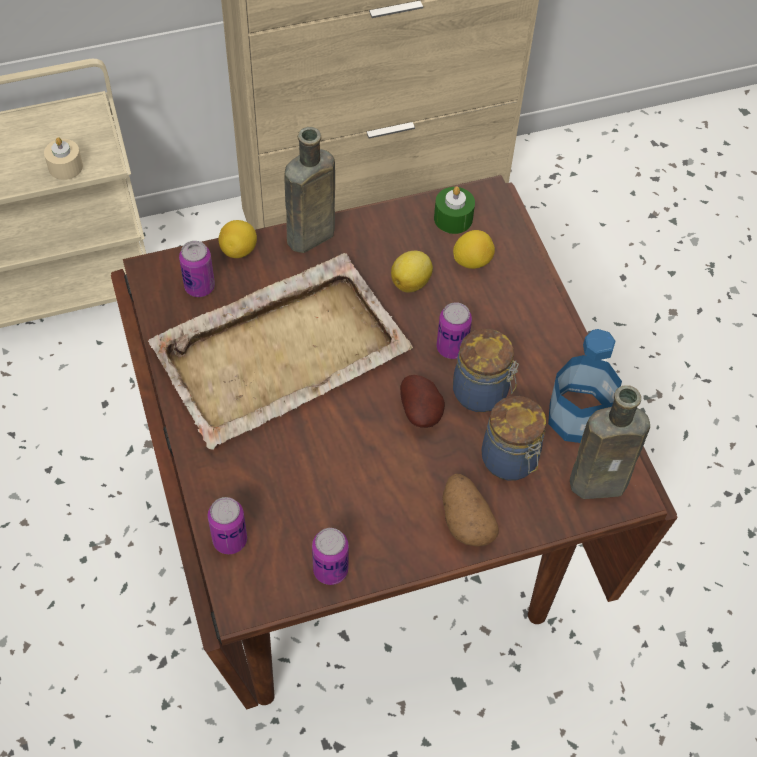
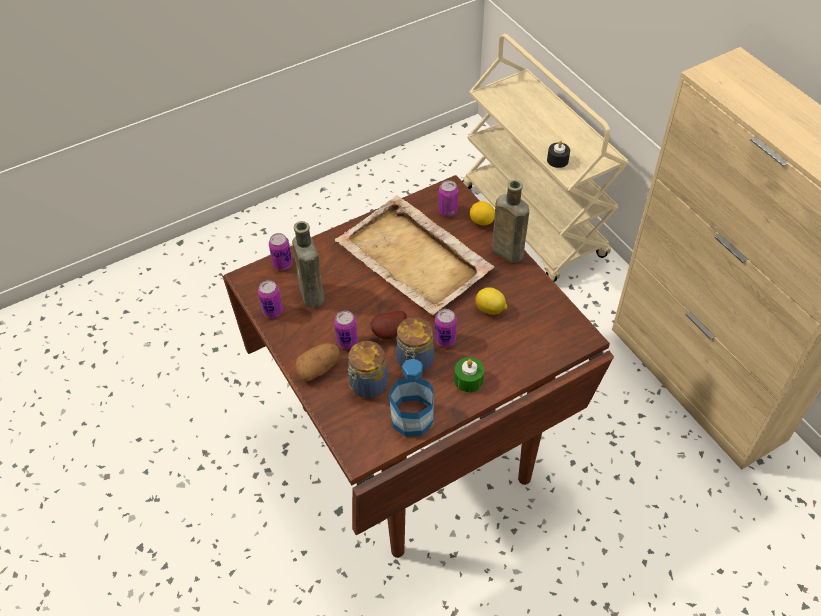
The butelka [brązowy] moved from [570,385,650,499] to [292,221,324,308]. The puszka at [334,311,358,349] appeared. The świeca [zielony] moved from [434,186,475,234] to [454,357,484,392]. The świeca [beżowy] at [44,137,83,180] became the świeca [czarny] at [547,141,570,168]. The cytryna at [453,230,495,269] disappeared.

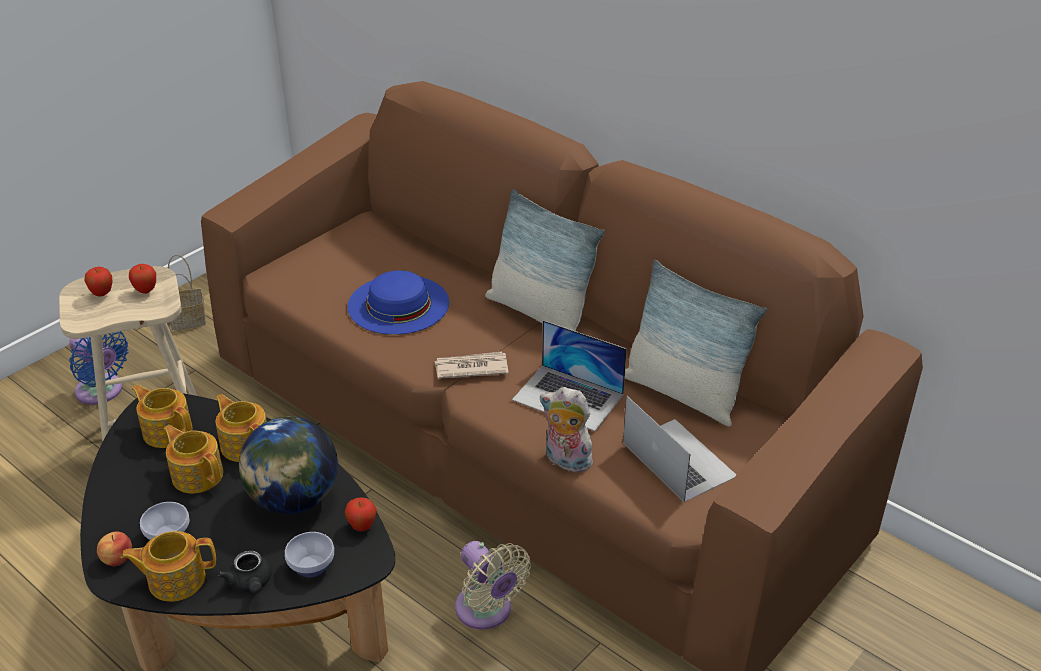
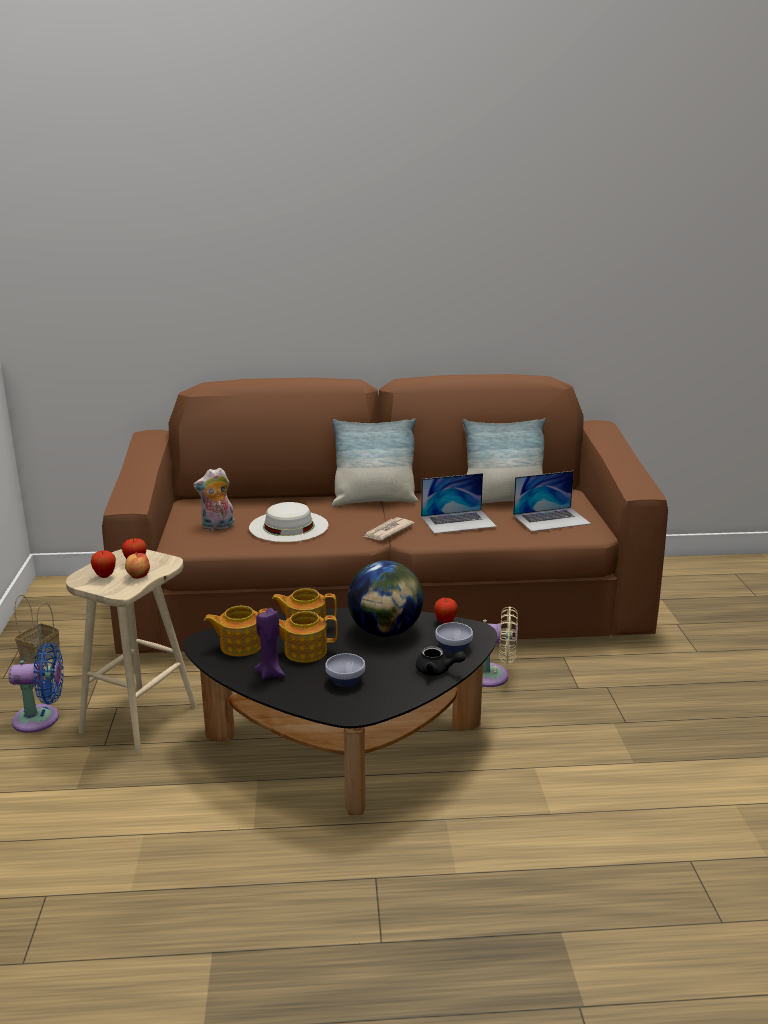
The jabłko moved from [97,531,132,566] to [125,552,150,579]. The pluszak moved from [540,387,595,472] to [193,467,234,531]. The kapelusz [niebieski] at [348,270,449,335] became the kapelusz [biały] at [249,502,328,542]. The świeca [fioletowy] at [255,608,285,680] appeared. The laptop at [623,396,736,502] turned 150 degrees clockwise. The imbryk at [121,531,216,602] disappeared.

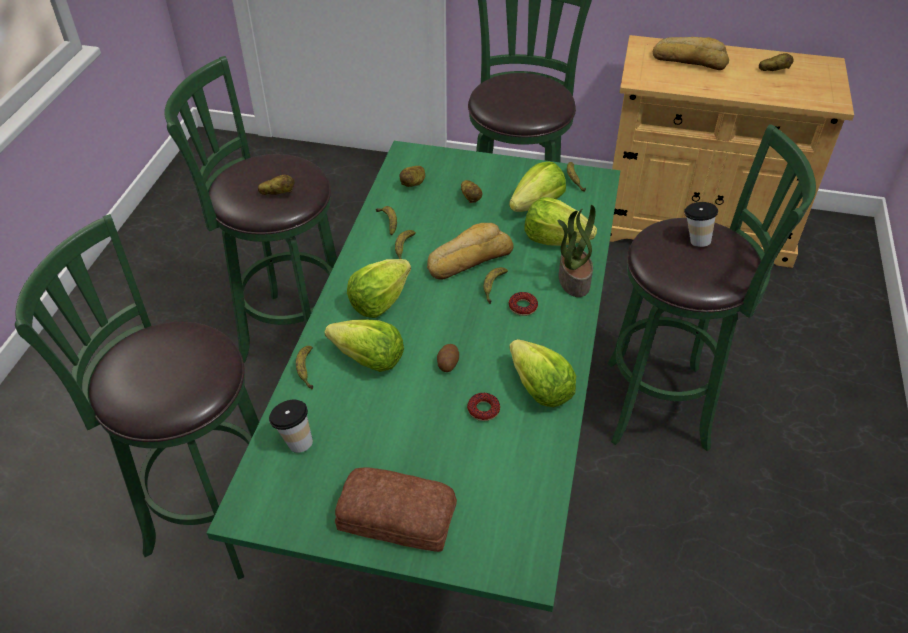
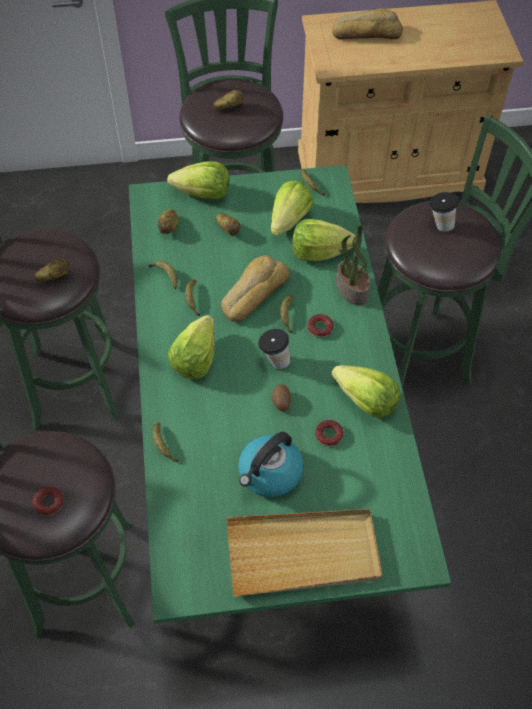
The donut at [33,486,64,516] appeared. The sałata moved from [324,320,404,372] to [167,161,230,199]. The ziemniak moved from [759,53,794,71] to [213,90,244,111]. The chleb at [335,467,457,552] was replaced by the taca [beżowy] at [226,509,382,597]. The czajnik at [238,432,304,497] appeared. The filiżanka moved from [269,400,313,453] to [258,329,290,369].

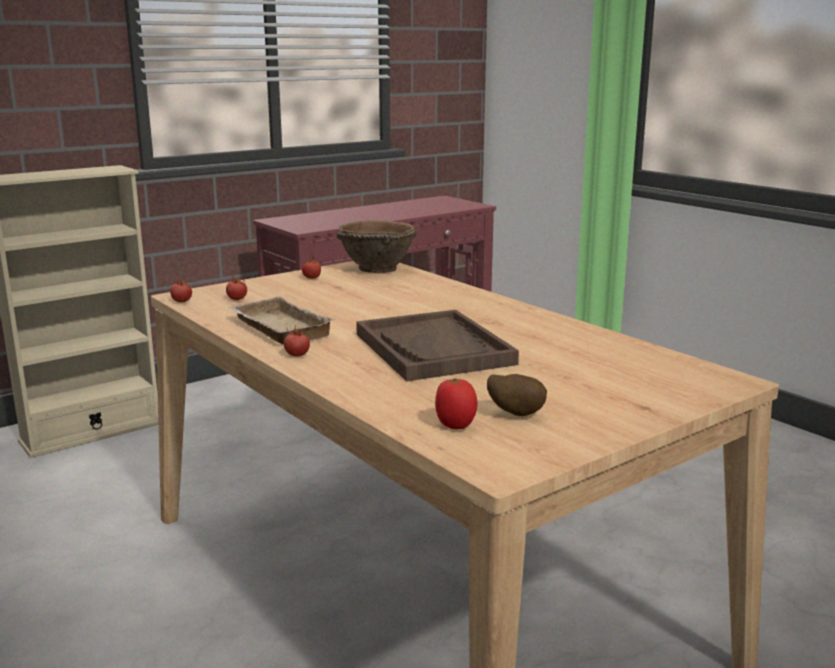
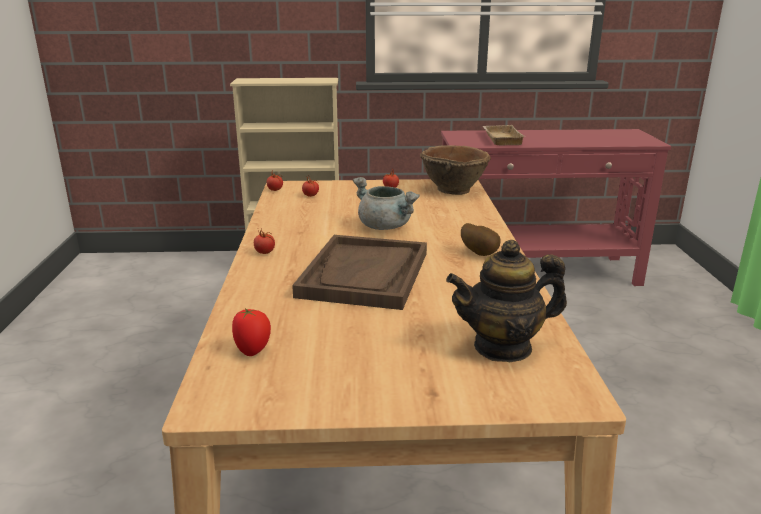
The garnek [szary] at [353,177,420,230] appeared. The imbryk at [446,240,567,362] appeared. The ziemniak moved from [487,374,547,416] to [461,223,501,256]. The taca [beżowy] moved from [228,296,335,344] to [482,125,524,146].

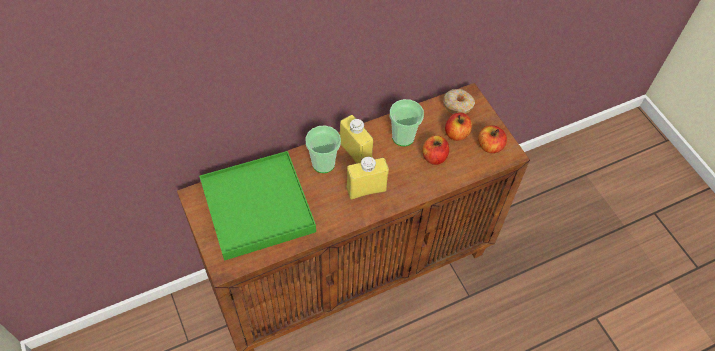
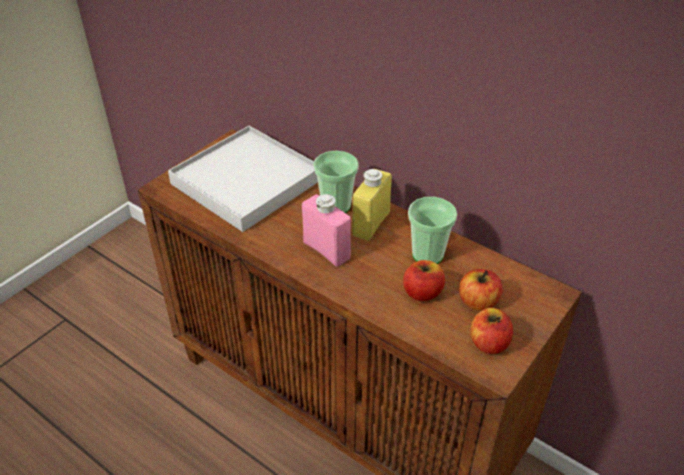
The taca [zielony] at [199,151,316,261] became the taca [biały] at [168,126,318,232]. The butelka [żółty] at [347,157,389,199] became the butelka [różowy] at [302,194,351,267]. The donut at [443,89,475,114] disappeared.

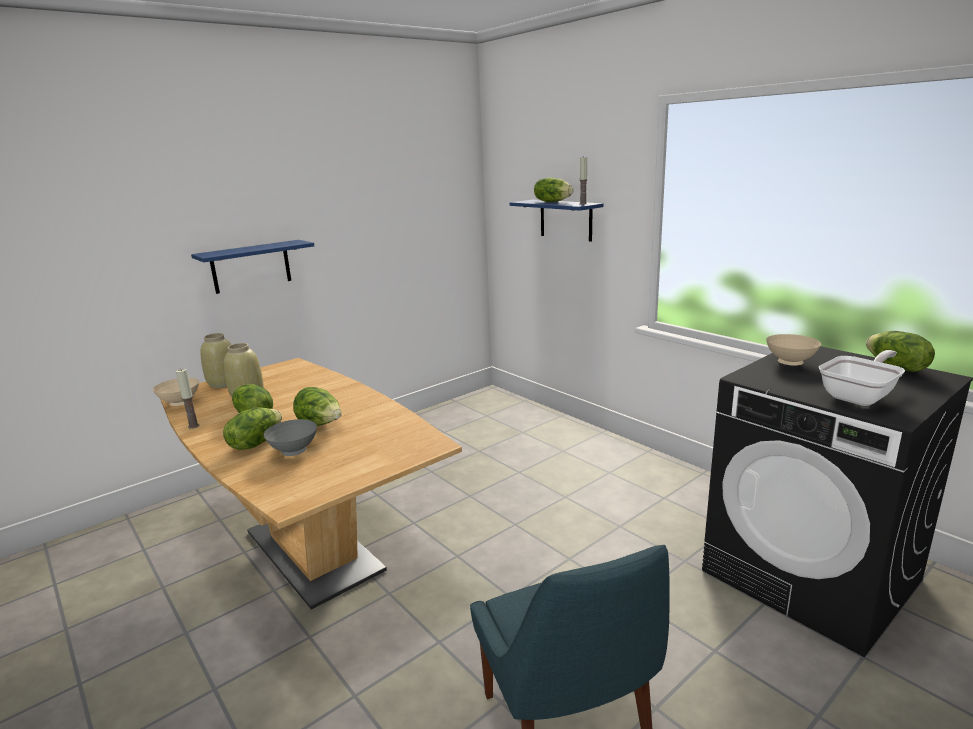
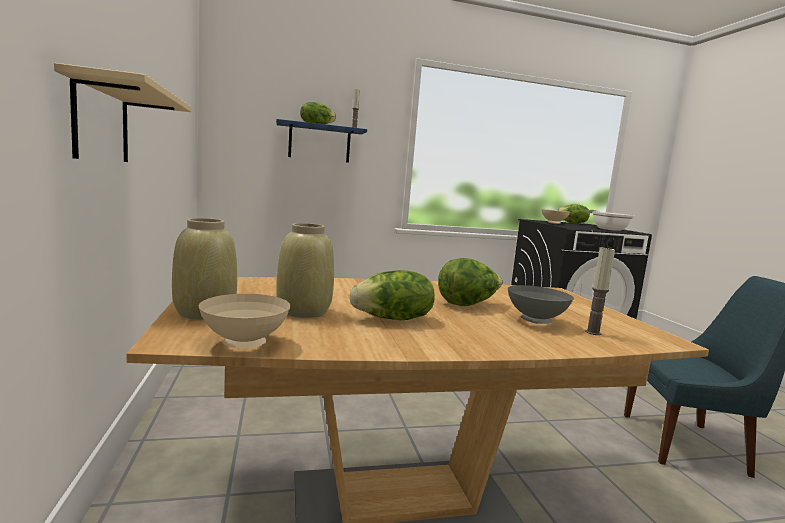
The półka [niebieski] at [191,240,314,294] became the półka [beżowy] at [54,63,191,162]. The świeca moved from [176,369,199,429] to [585,246,615,335]. The sałata at [223,407,282,450] disappeared.

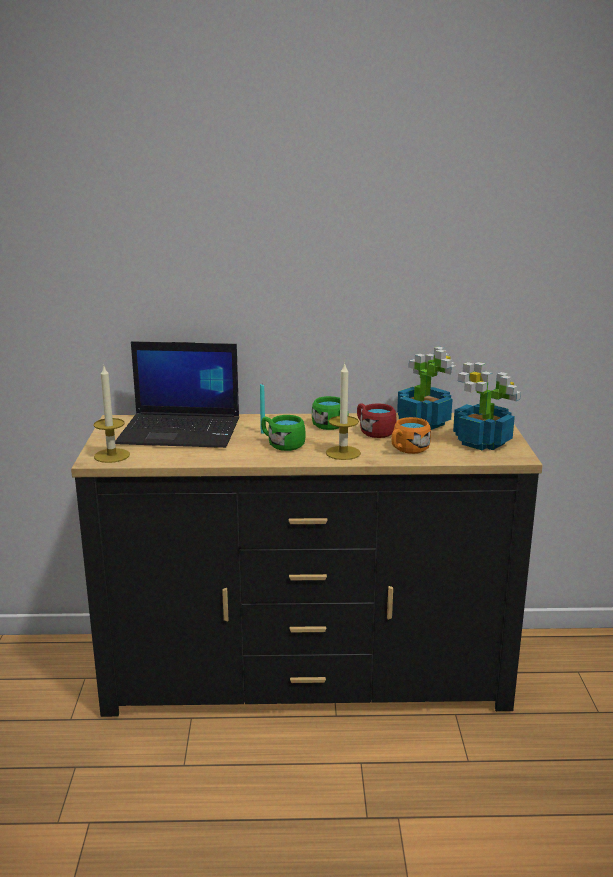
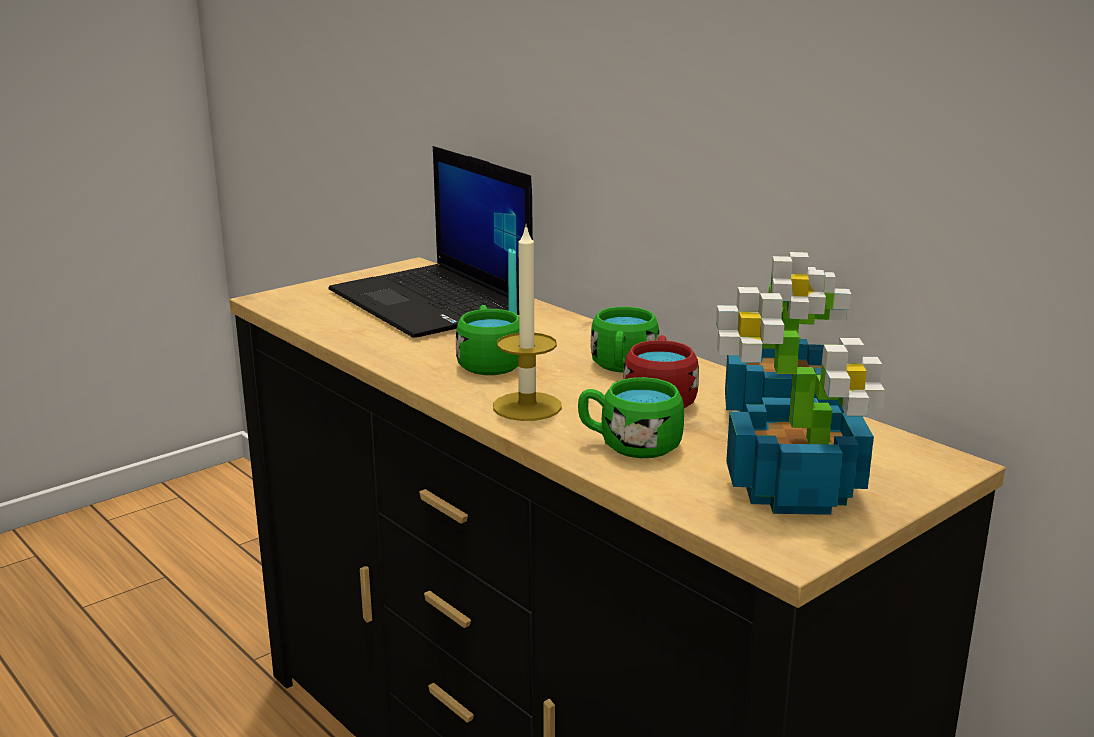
The kubek [pomarańczowy] at [391,417,431,454] became the kubek [zielony] at [578,377,684,458]. The świeca at [94,366,130,463] disappeared.

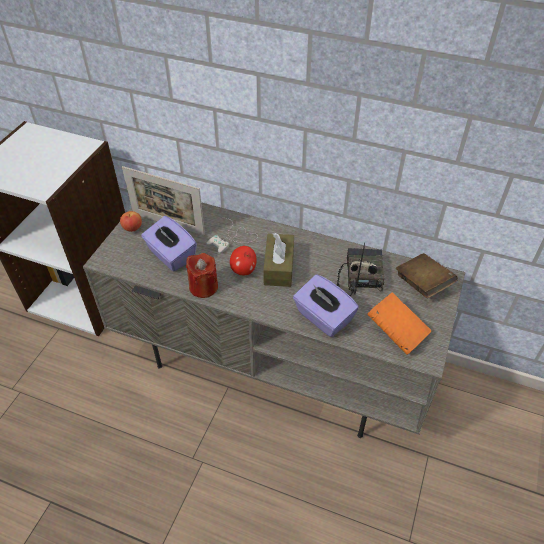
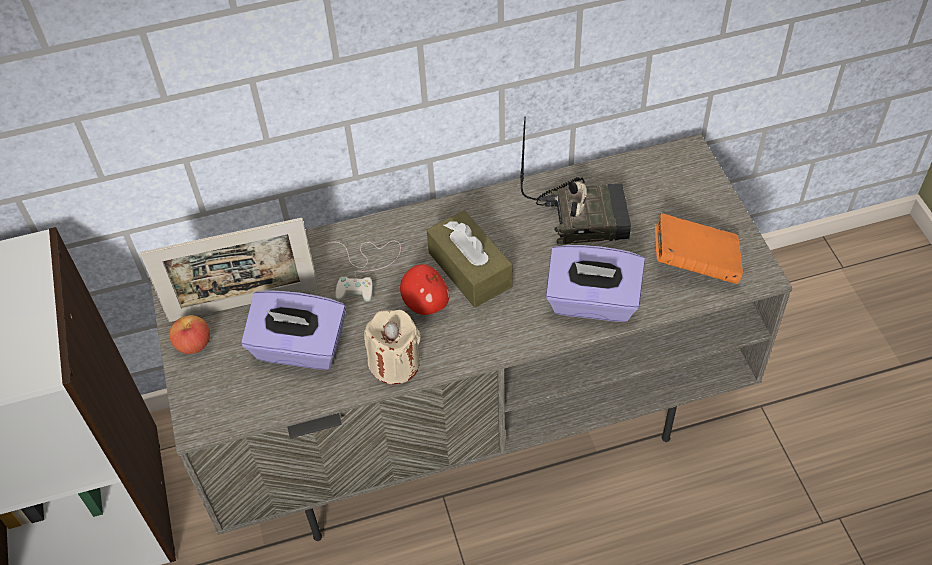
The świeca [czerwony] at [186,253,218,298] became the świeca [beżowy] at [364,310,421,384]. The radio at [337,243,384,296] turned 120 degrees clockwise. The książka [brązowy] at [396,253,458,298] disappeared.

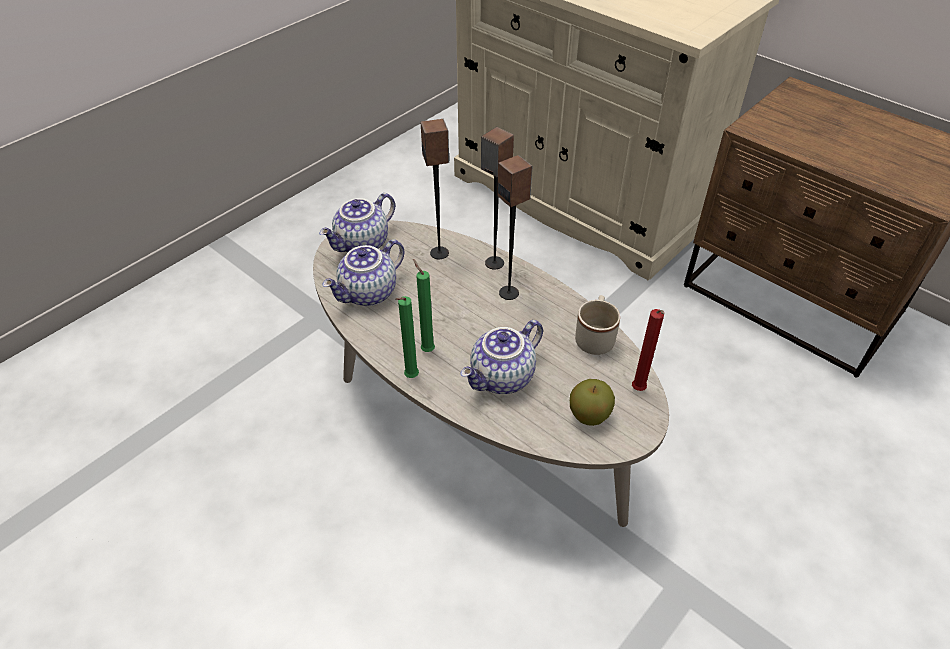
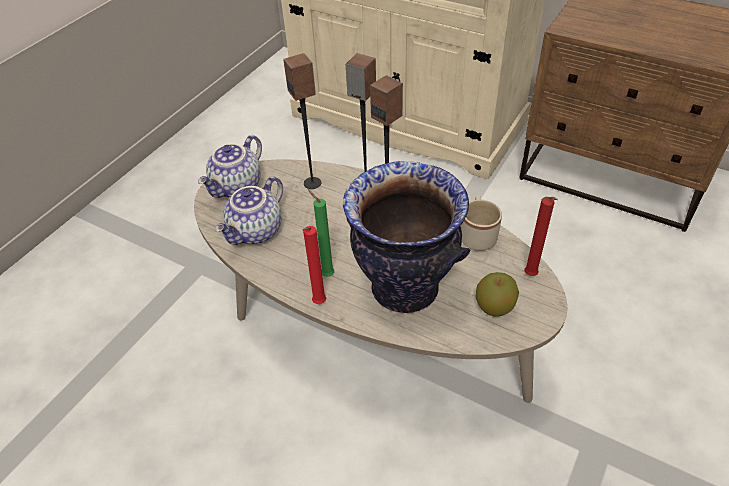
The świeca [zielony] at [395,296,419,378] became the świeca [czerwony] at [303,226,326,304]. The imbryk at [460,320,543,394] was replaced by the wazon at [343,161,470,313].

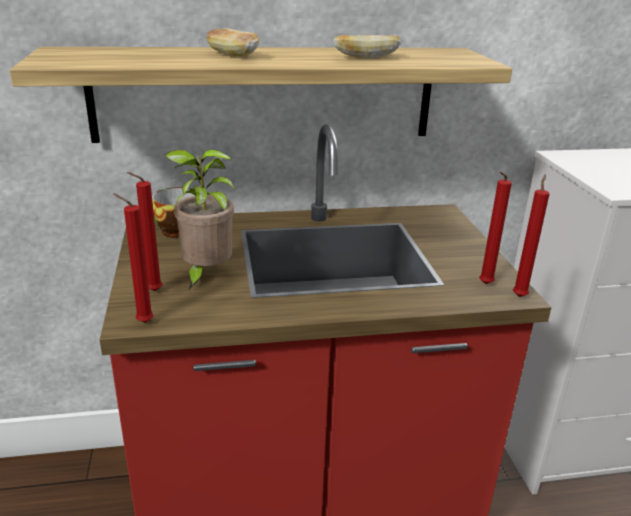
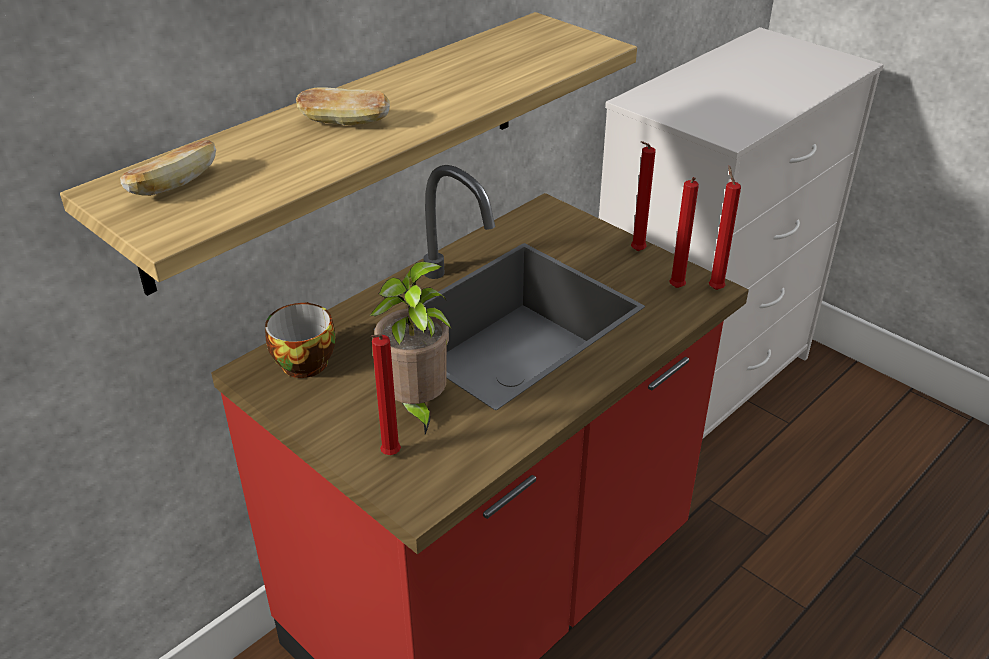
The chleb moved from [334,35,401,58] to [120,140,216,196]. The świeca [czerwony] moved from [114,193,153,323] to [631,141,656,251].

